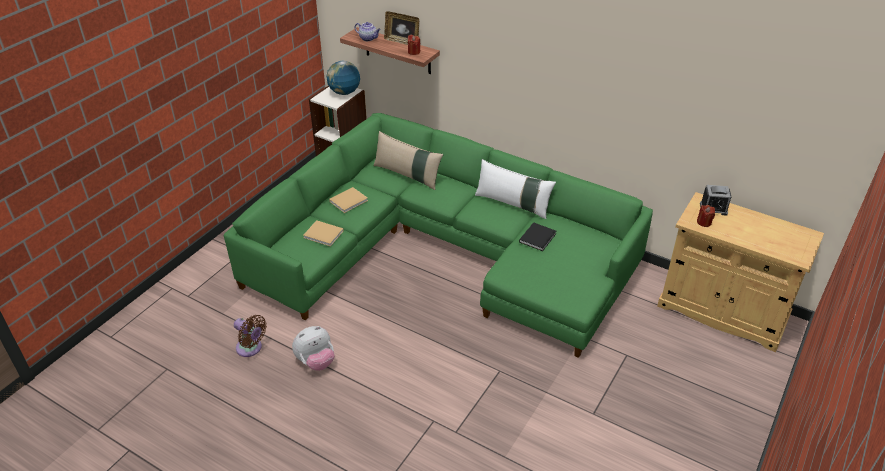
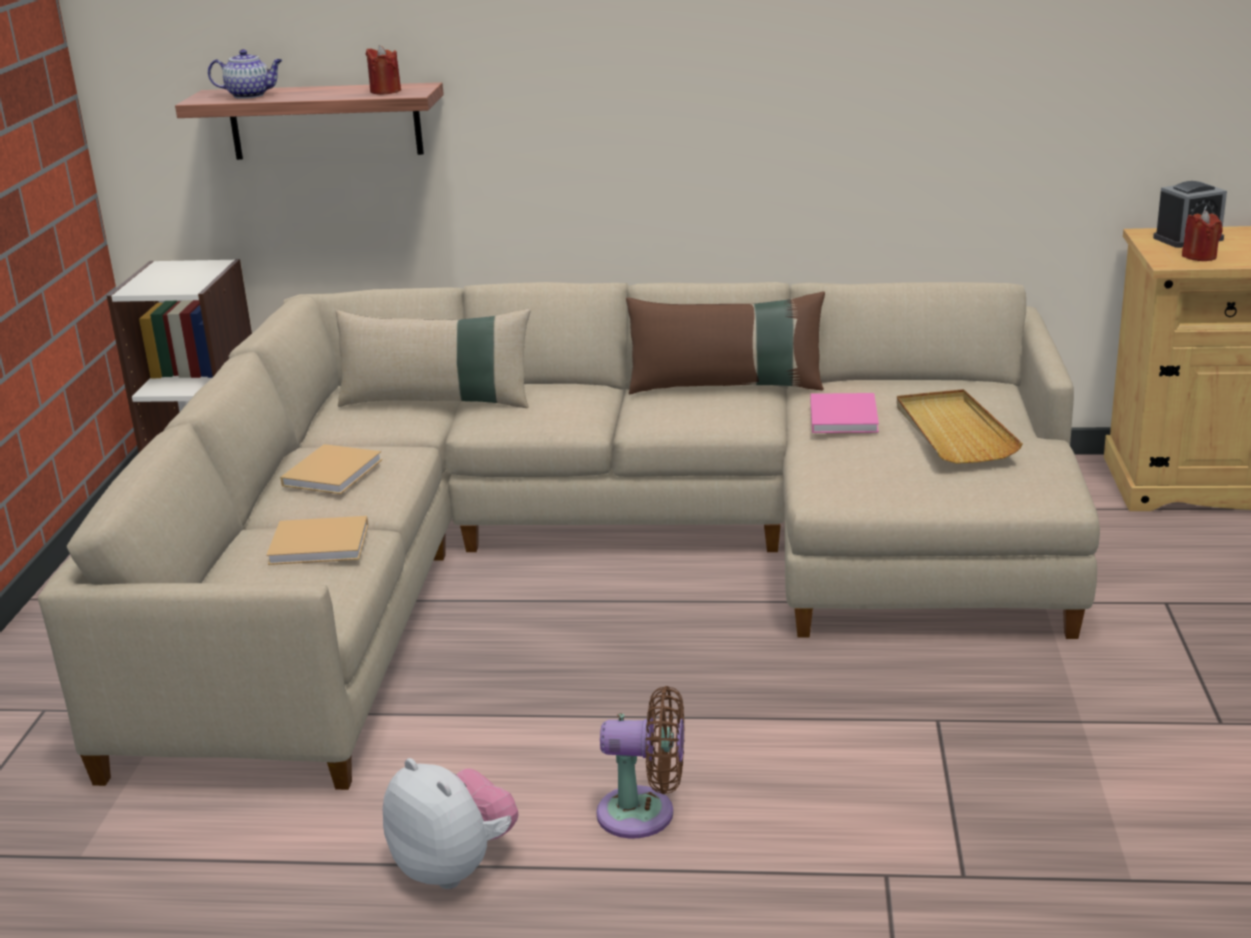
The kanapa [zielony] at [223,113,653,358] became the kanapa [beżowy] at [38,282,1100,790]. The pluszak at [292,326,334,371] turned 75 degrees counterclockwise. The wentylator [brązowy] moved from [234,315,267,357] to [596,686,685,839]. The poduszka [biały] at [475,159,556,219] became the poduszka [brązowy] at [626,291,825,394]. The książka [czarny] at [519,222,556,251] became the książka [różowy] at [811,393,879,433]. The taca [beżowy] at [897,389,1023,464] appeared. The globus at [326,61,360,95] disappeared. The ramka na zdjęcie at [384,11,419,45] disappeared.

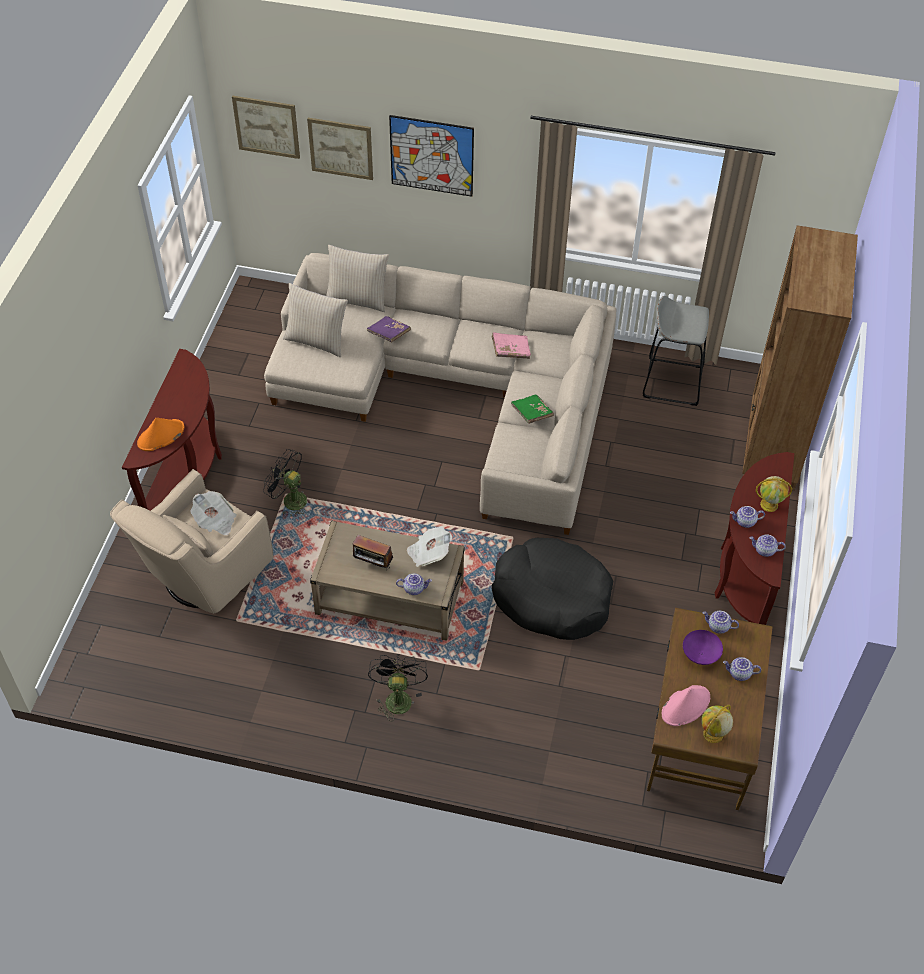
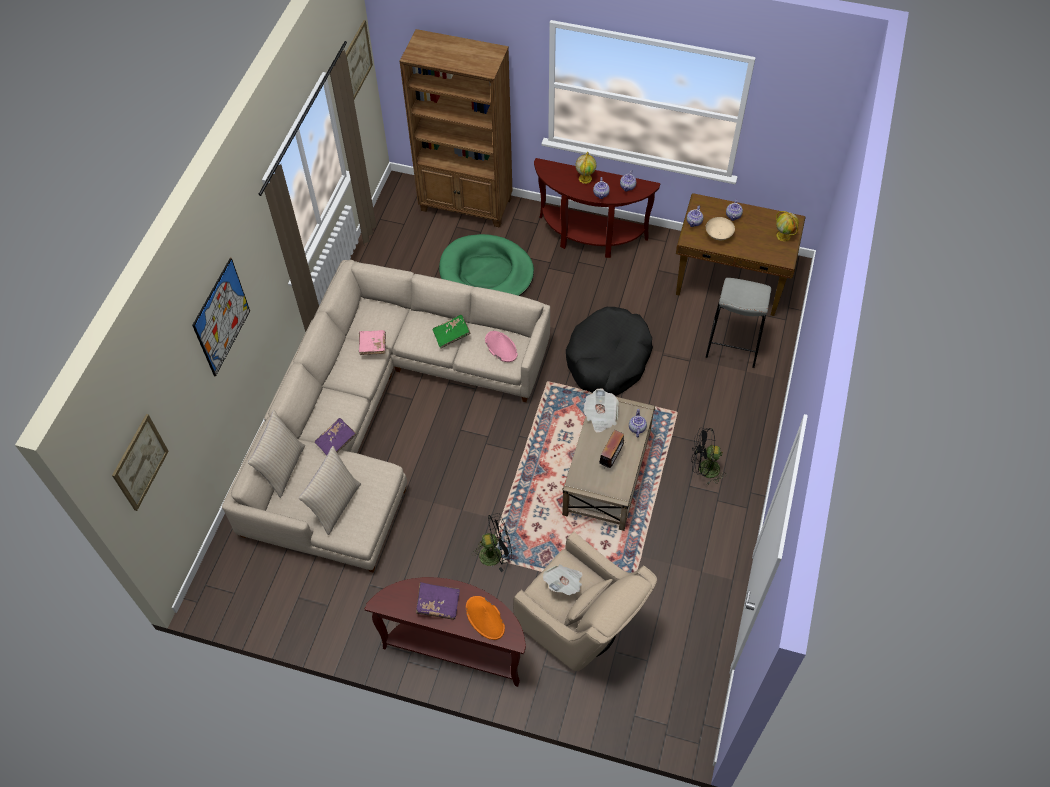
The obraz moved from [307,118,373,180] to [346,20,373,100]. The książka [fioletowy] at [416,582,460,620] appeared. The legowisko [zielony] at [439,234,534,296] appeared. The wentylator [czarny] at [263,449,307,516] turned 135 degrees counterclockwise. The kapelusz [różowy] moved from [662,685,710,726] to [485,331,517,362]. The stołek [szary] moved from [643,296,709,406] to [705,278,771,368]. The miska [fioletowy] at [683,630,723,665] became the miska [beżowy] at [706,217,735,240].

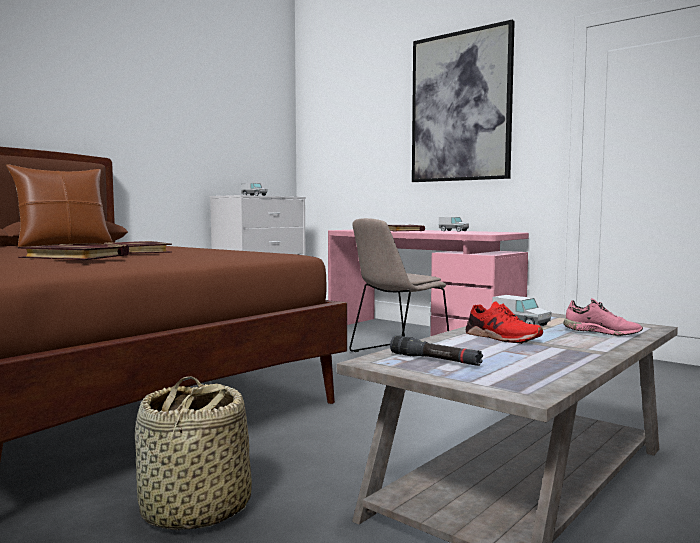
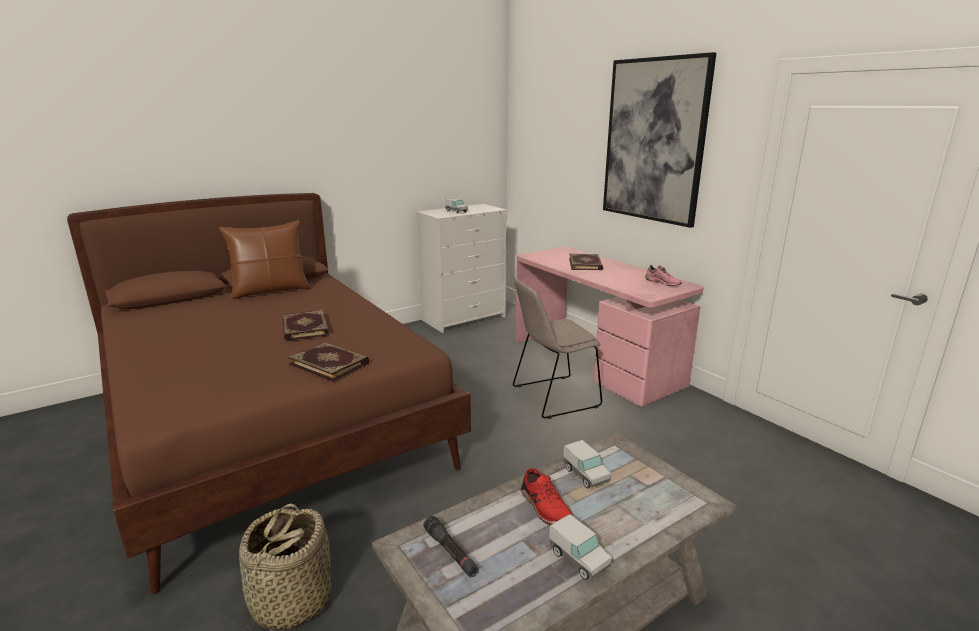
The książka moved from [18,244,128,260] to [287,342,369,382]. The ciężarówka zabawkowa moved from [439,217,469,232] to [549,514,612,580]. The but [różowy] moved from [563,298,643,336] to [645,265,682,286].

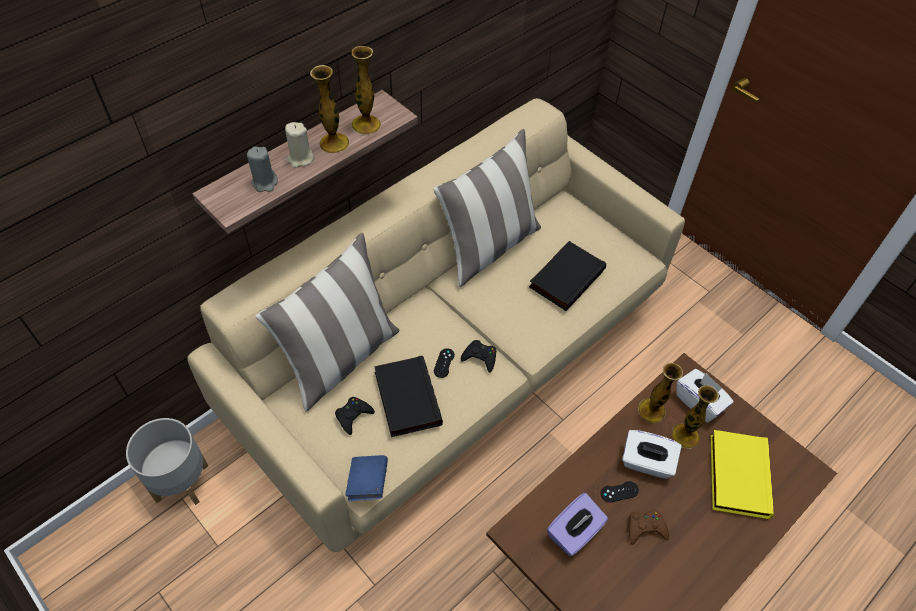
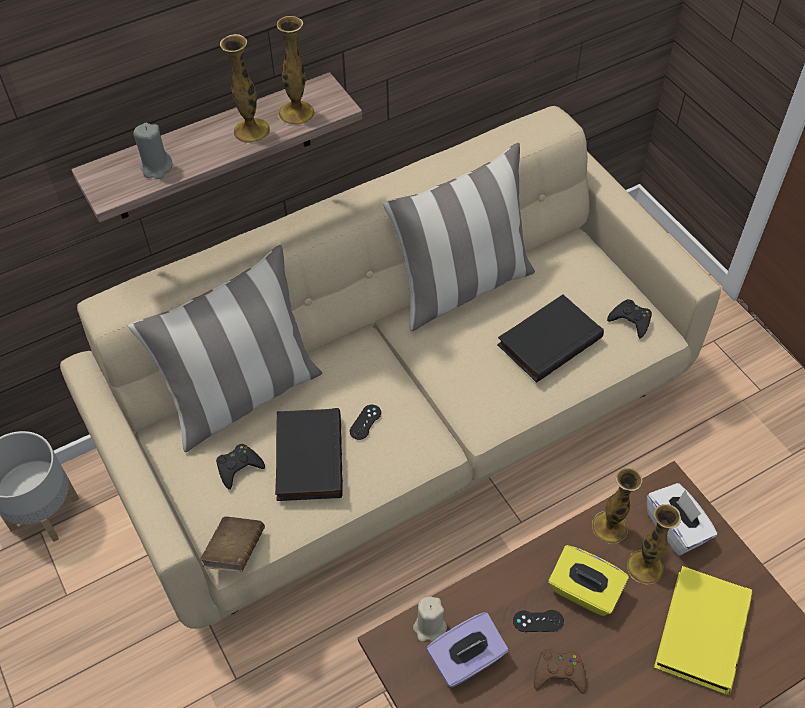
The książka [niebieski] at [345,455,388,501] became the książka [brązowy] at [200,517,265,572]. The świeca [beżowy] moved from [285,122,315,168] to [413,596,447,642]. The pudełko chusteczek [biały] at [622,430,682,479] became the pudełko chusteczek [żółty] at [548,545,629,616]. The pad do gier [czarny] moved from [461,340,496,373] to [607,299,652,338].

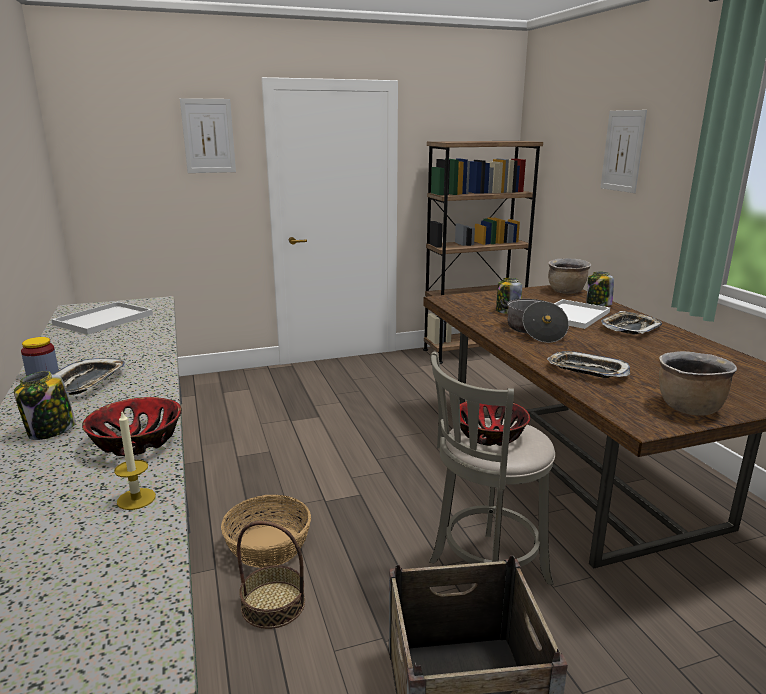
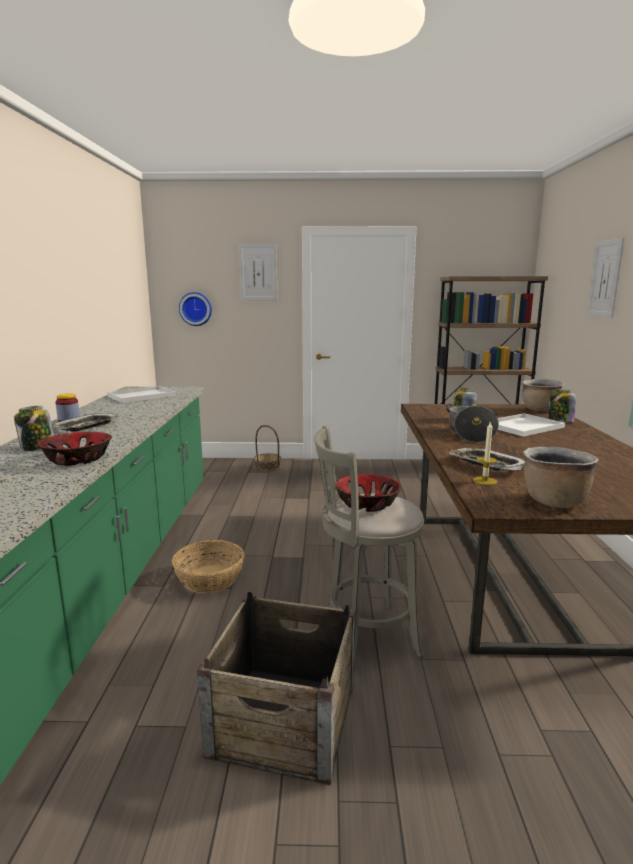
The zegar ścienny at [179,292,212,326] appeared. The koszyk moved from [237,521,305,629] to [254,425,281,471]. The świeca moved from [114,412,156,510] to [473,422,497,485]. The taca at [601,311,662,334] disappeared.

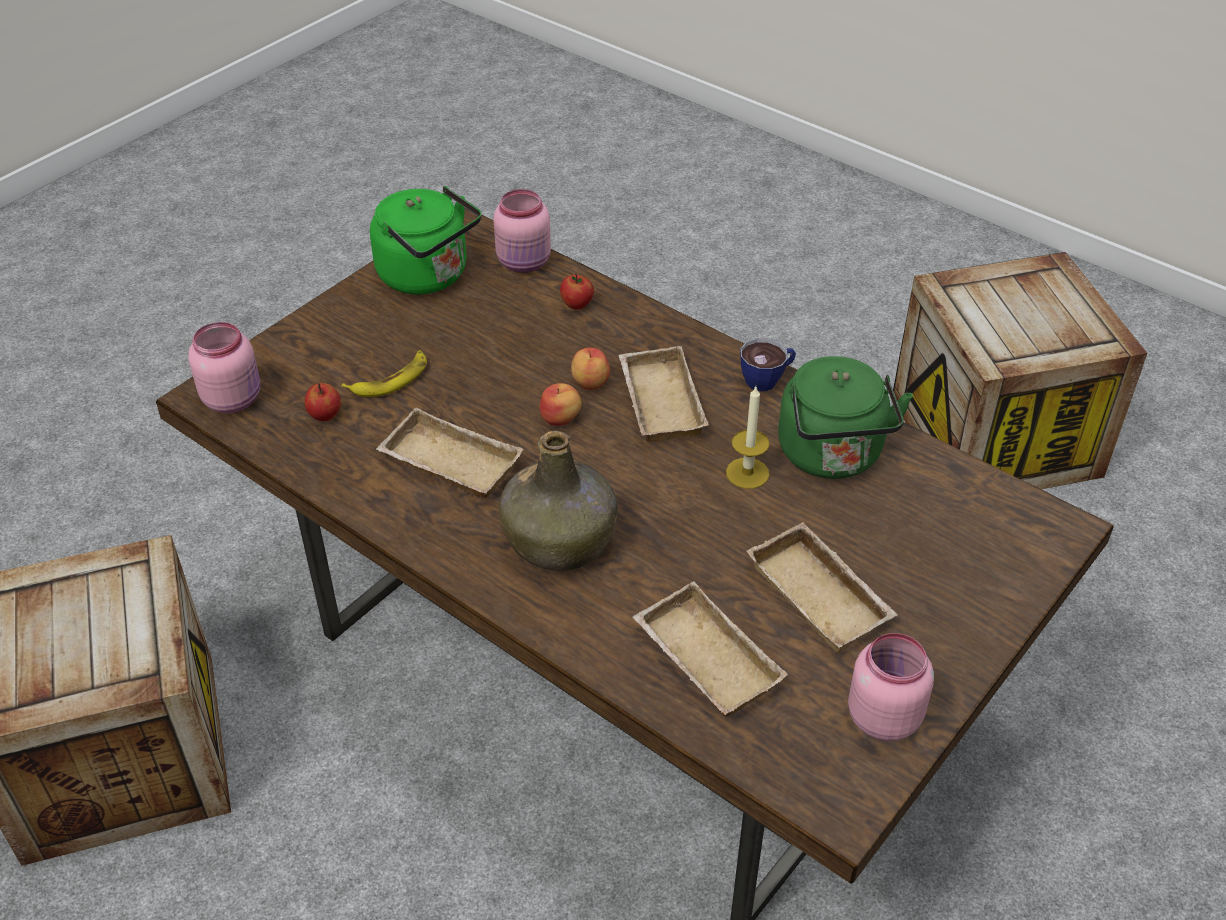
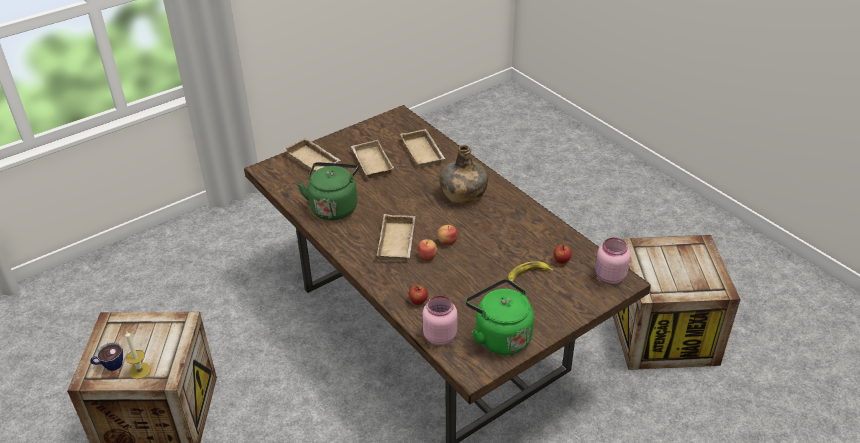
The filiżanka moved from [740,338,796,391] to [90,342,123,371]. The świeca moved from [726,387,769,489] to [125,331,151,379]. The taca [beżowy] moved from [376,407,524,498] to [283,138,341,172]. The słoik [różowy] at [848,633,934,741] disappeared.

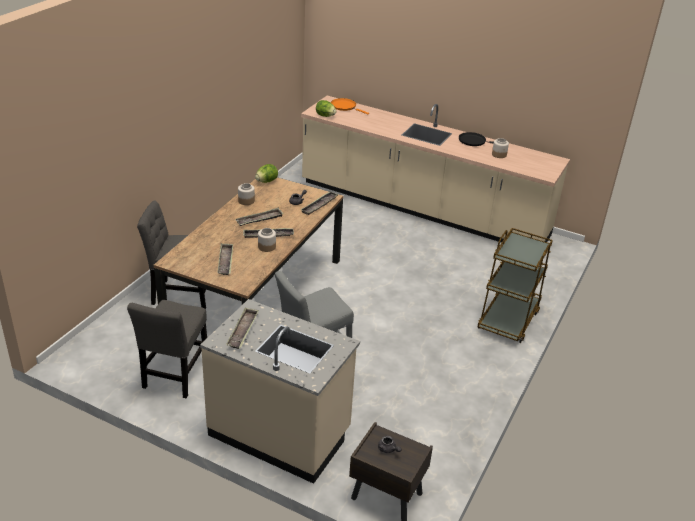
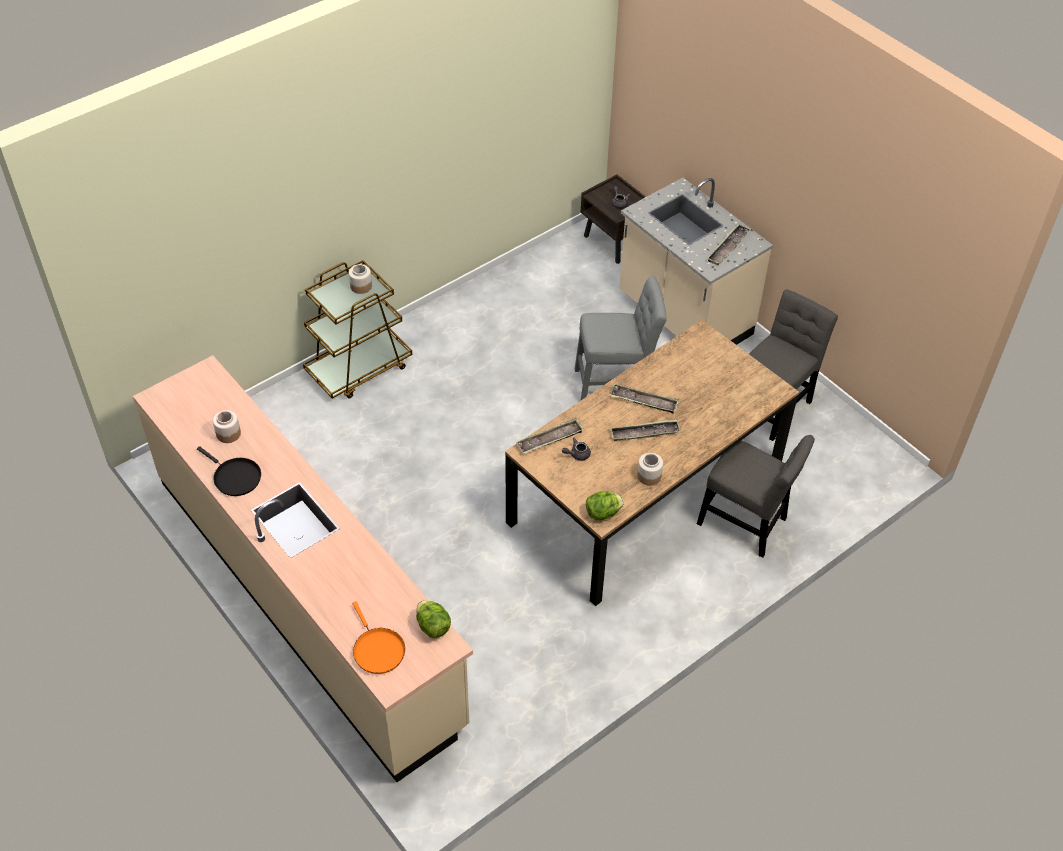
The słoik moved from [258,228,276,252] to [349,264,372,294]. The taca at [217,243,233,275] disappeared.

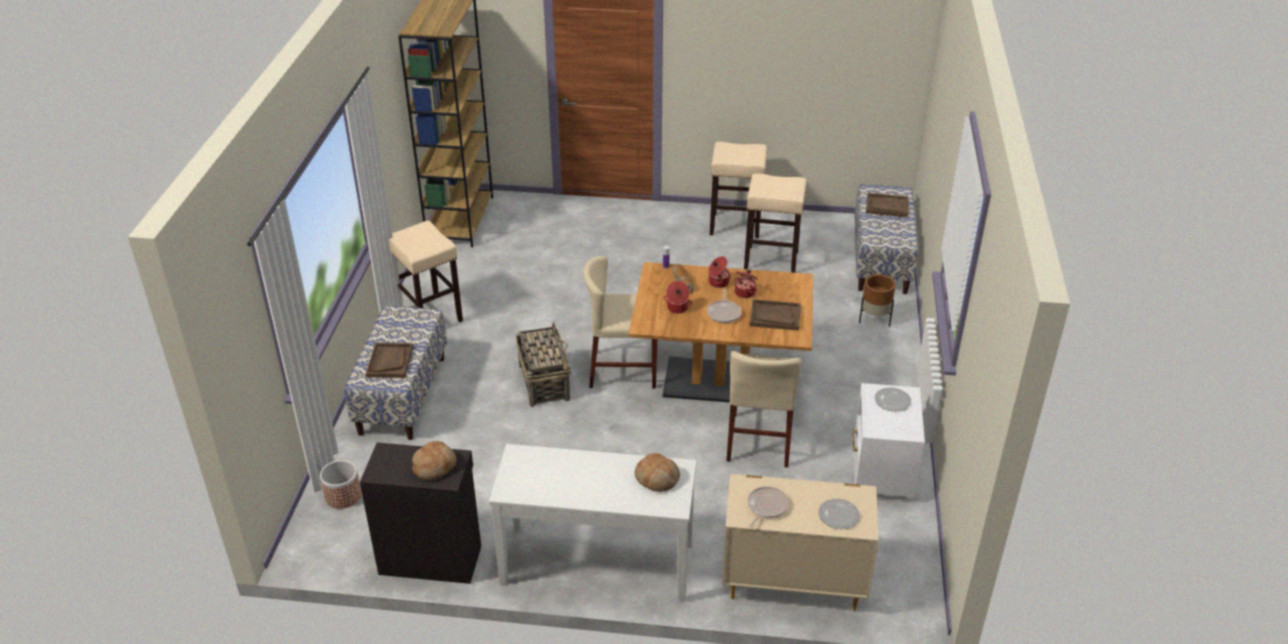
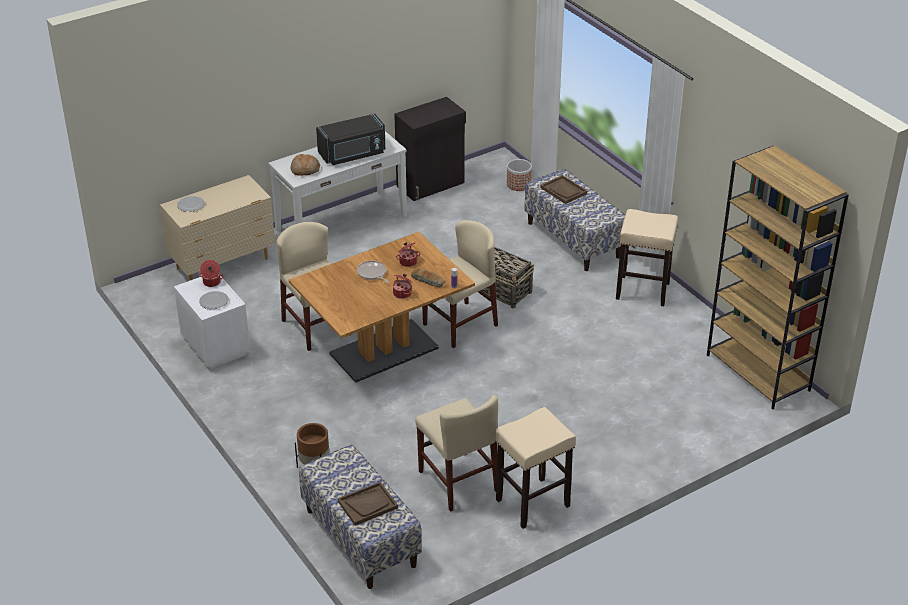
The garnek moved from [734,270,758,298] to [199,260,224,287]. The mikrofalówka [czarny] at [316,114,386,165] appeared. The stołek [beżowy] at [744,173,806,273] was replaced by the krzesło [beżowy] at [415,395,498,512]. The chleb at [412,441,457,480] disappeared. The patelnia at [748,486,789,528] disappeared. The taca [brązowy] at [749,299,801,331] disappeared.

